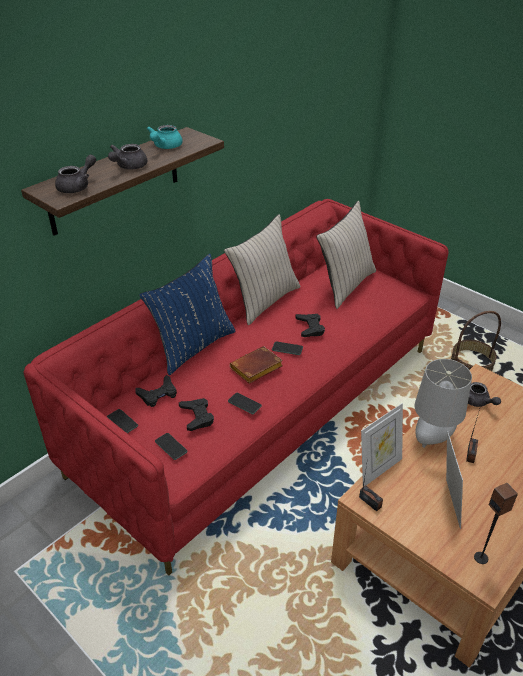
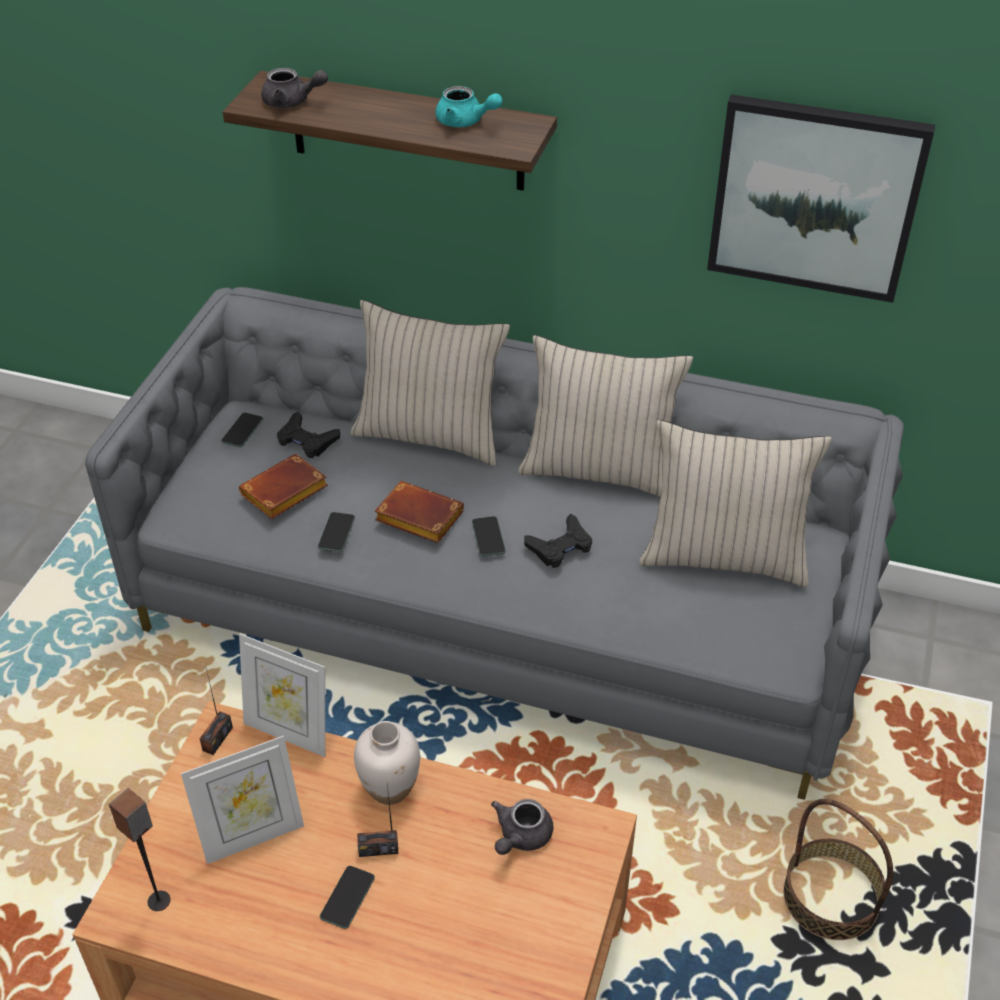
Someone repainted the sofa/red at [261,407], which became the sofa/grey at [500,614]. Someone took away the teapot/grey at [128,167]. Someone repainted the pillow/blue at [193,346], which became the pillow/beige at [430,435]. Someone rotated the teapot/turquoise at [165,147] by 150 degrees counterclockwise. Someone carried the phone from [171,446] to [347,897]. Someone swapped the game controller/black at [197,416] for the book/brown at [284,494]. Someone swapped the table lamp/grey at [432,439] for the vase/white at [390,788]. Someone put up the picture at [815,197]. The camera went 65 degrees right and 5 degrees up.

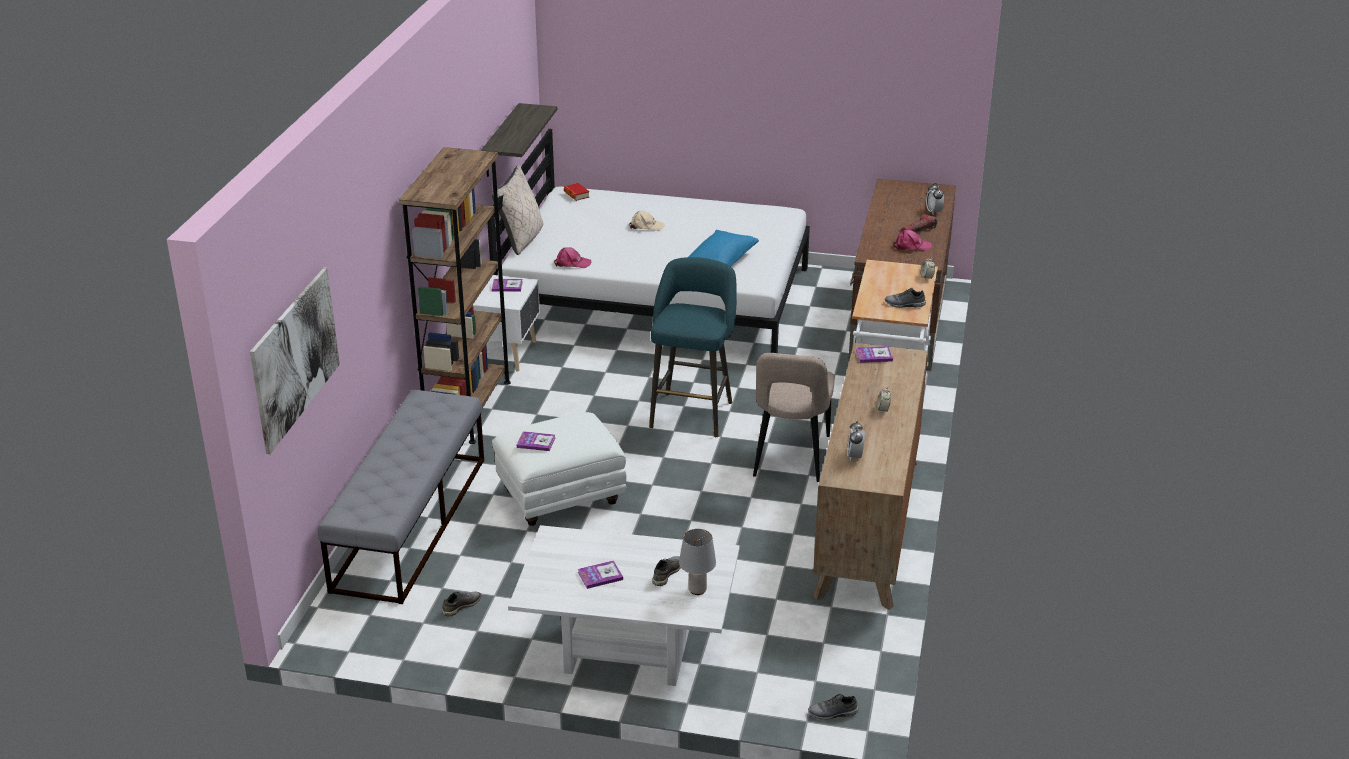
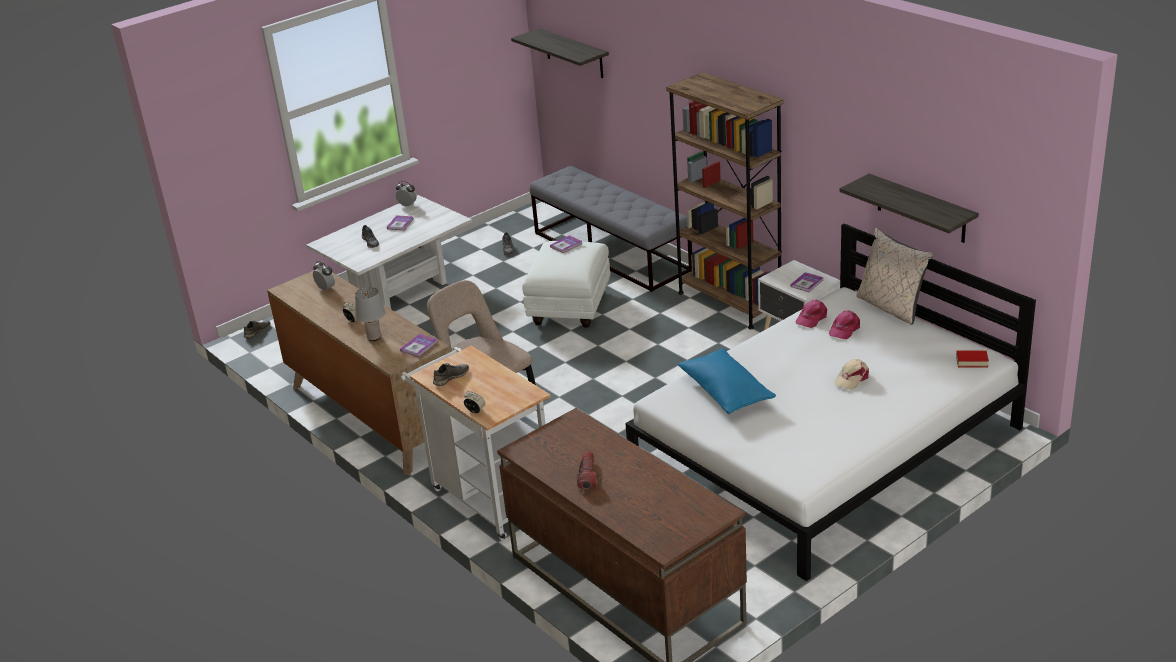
Someone swapped the picture at [295,358] for the shelf at [574,53]. Someone took away the stool/turquoise at [692,412]. Someone carried the table lamp/grey from [697,590] to [374,337]. Someone carried the cap/pink from [911,246] to [844,329]. Someone carried the alarm clock from [934,212] to [407,205]. The camera went 130 degrees right and 0 degrees up.

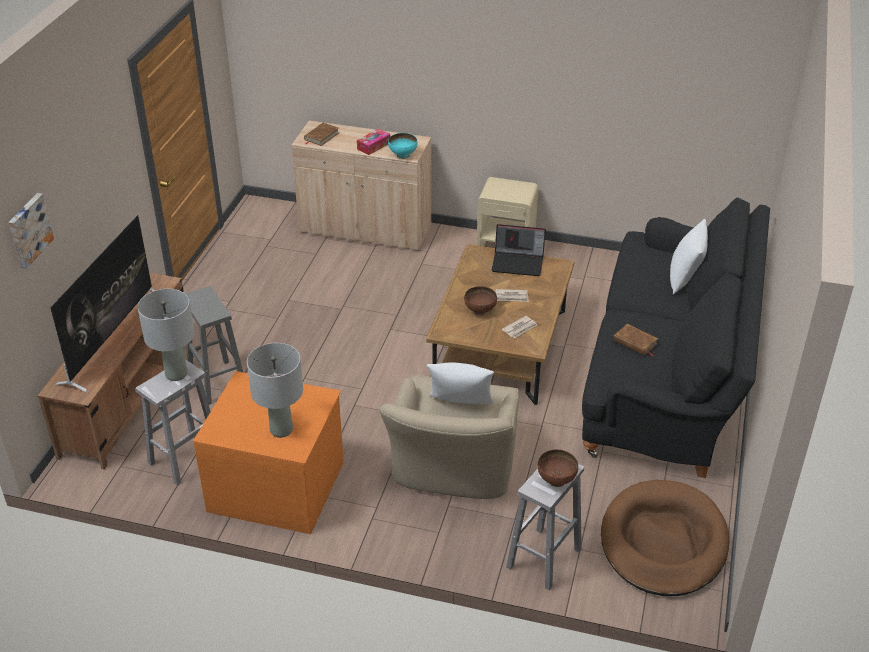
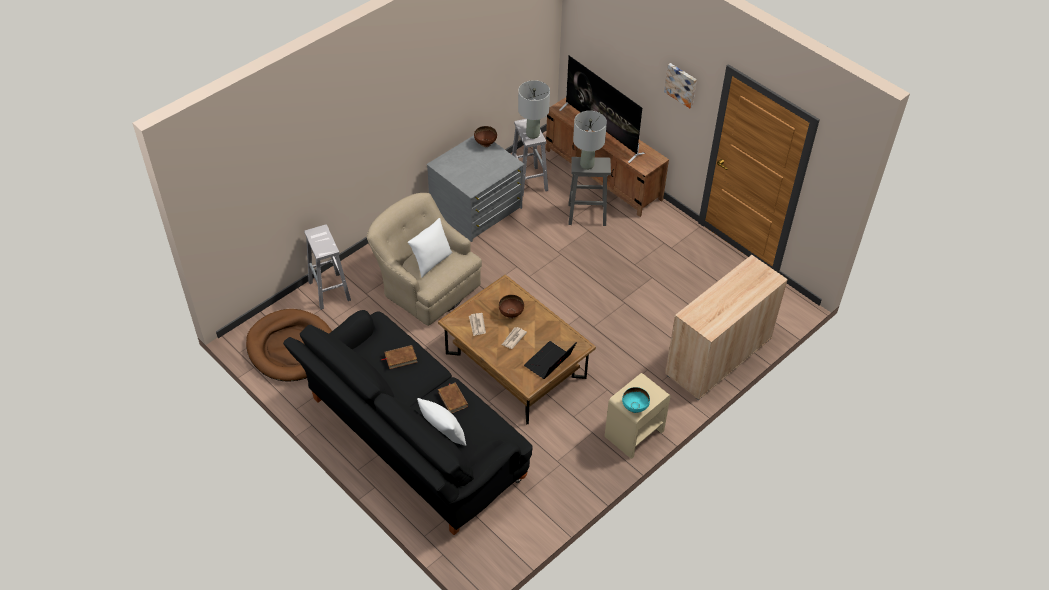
Someone carried the picture from [28,230] to [681,84]. Someone repainted the dresser/orange at [277,485], which became the dresser/grey at [477,209]. Someone carried the table lamp/grey from [281,430] to [587,165]. Someone carried the book/brown from [321,136] to [453,399]. Someone took away the tissue box at [373,146]. Someone carried the bowl/turquoise from [402,155] to [635,407]. Someone carried the bowl/brown from [556,480] to [485,143]. The camera went 120 degrees right and 10 degrees up.

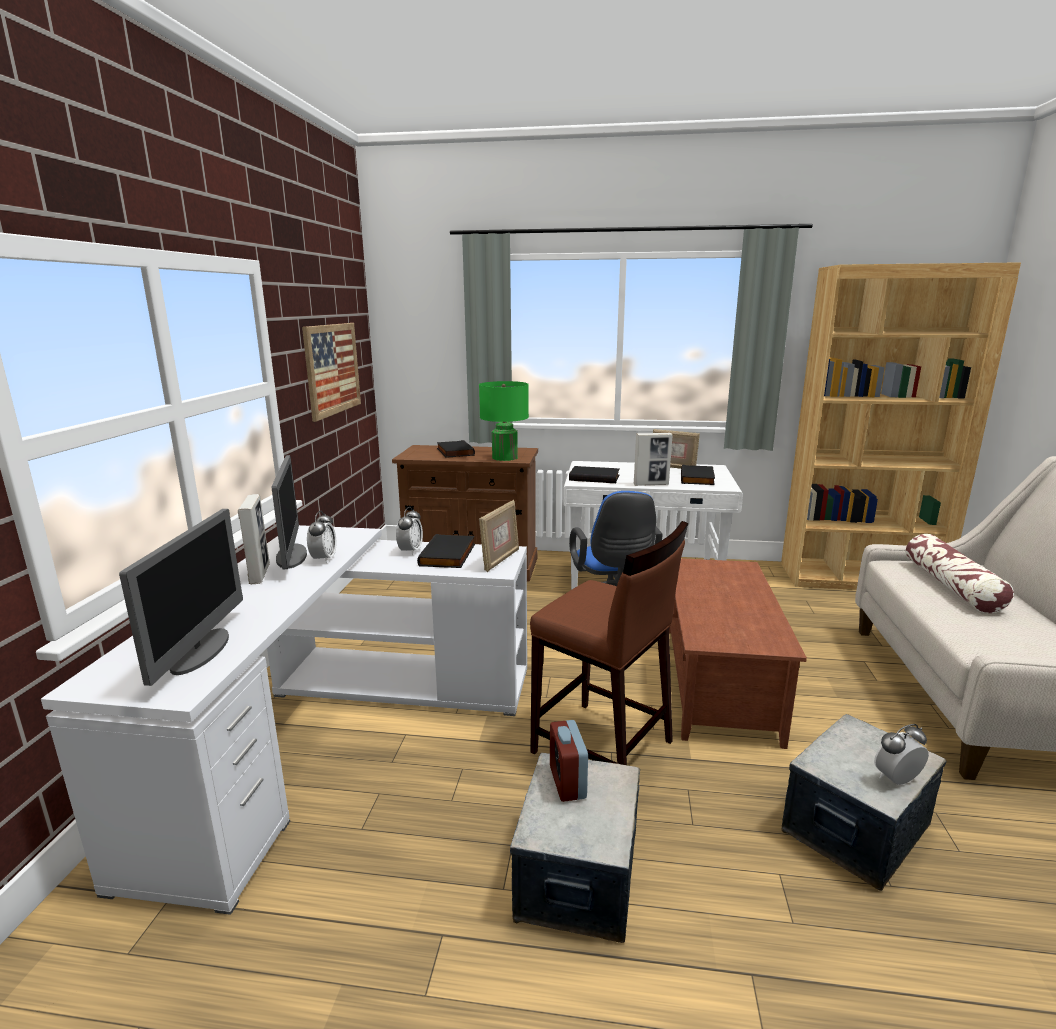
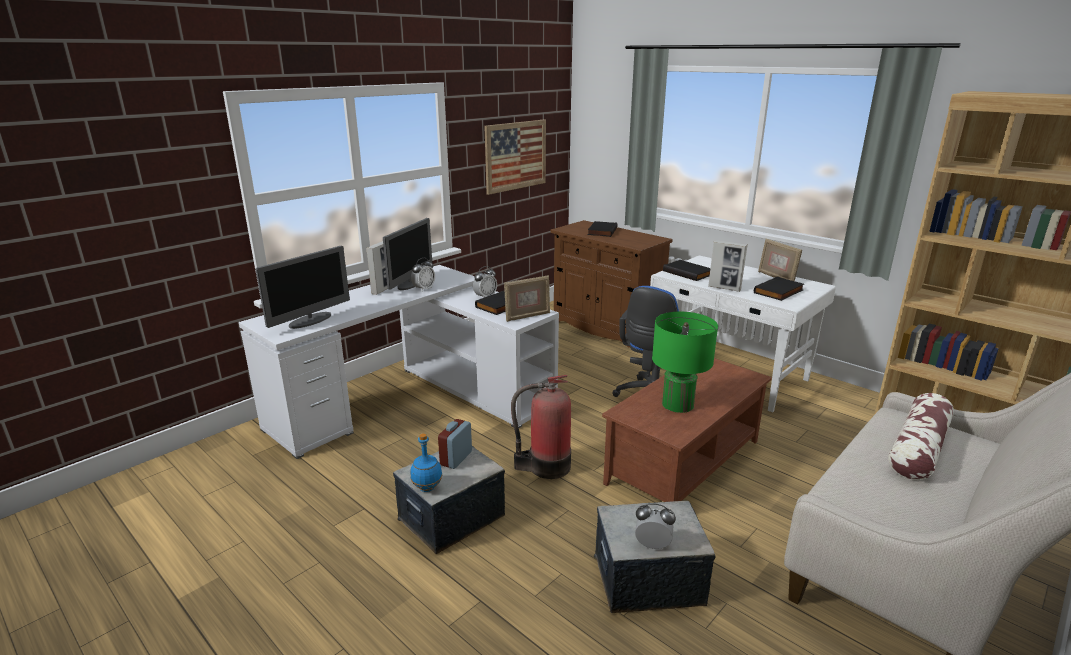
Someone carried the table lamp/green from [505,457] to [678,404]. Someone swapped the stool/brown at [602,748] for the fire extinguisher at [546,467]. Someone put down the bottle/blue at [427,487]. The camera went 35 degrees right and 5 degrees up.

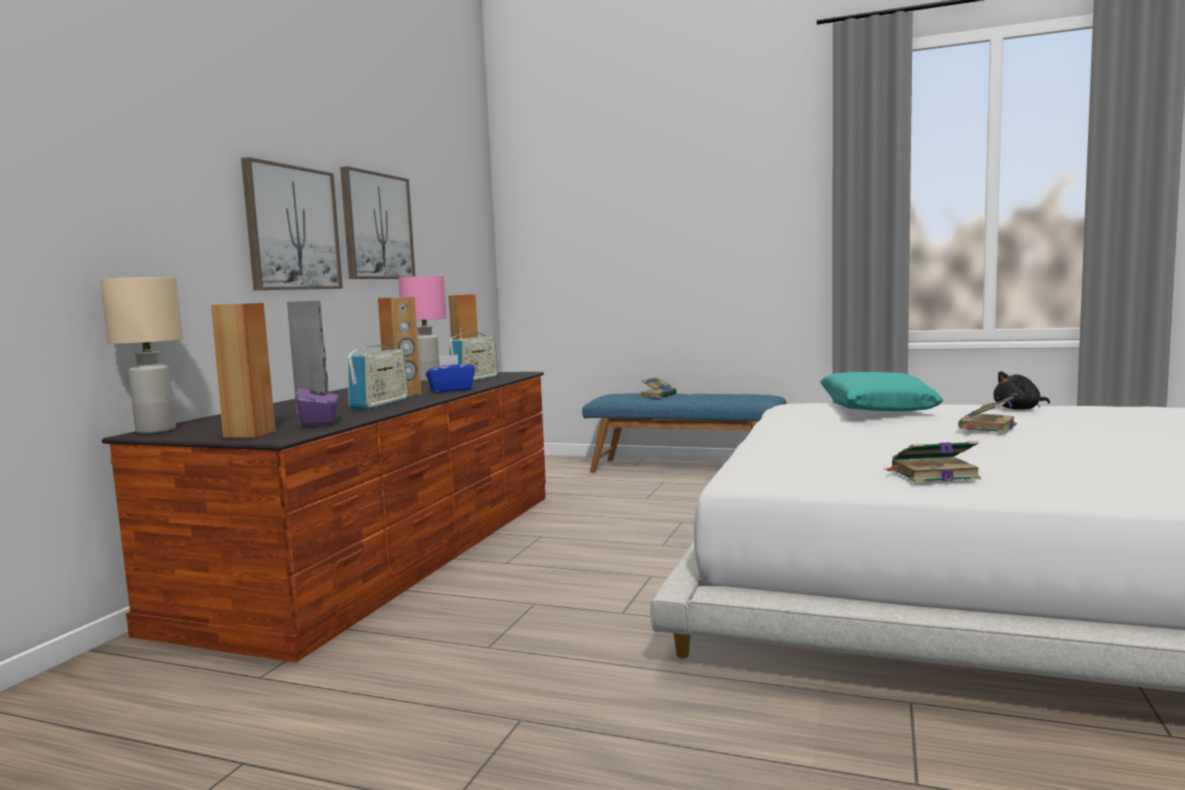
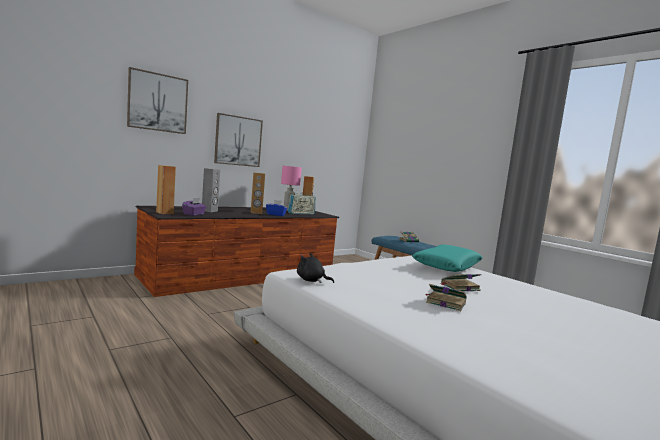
Someone took away the table lamp/beige at [155,430]. Someone carried the picture from [377,226] to [158,102]. Someone took away the radio at [380,404]. Someone carried the book from [932,474] to [445,303]. Someone carried the plush toy/black from [1019,409] to [311,280]. The camera went 30 degrees right and 0 degrees up.

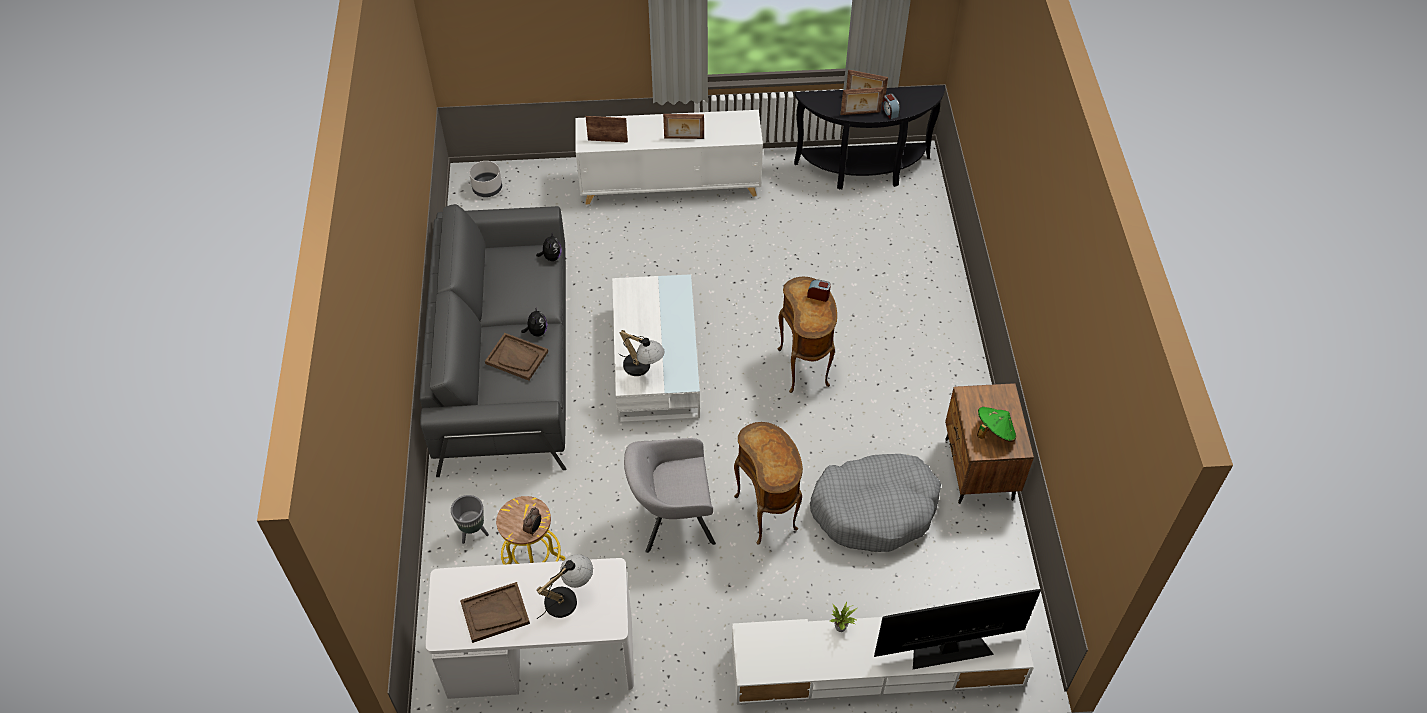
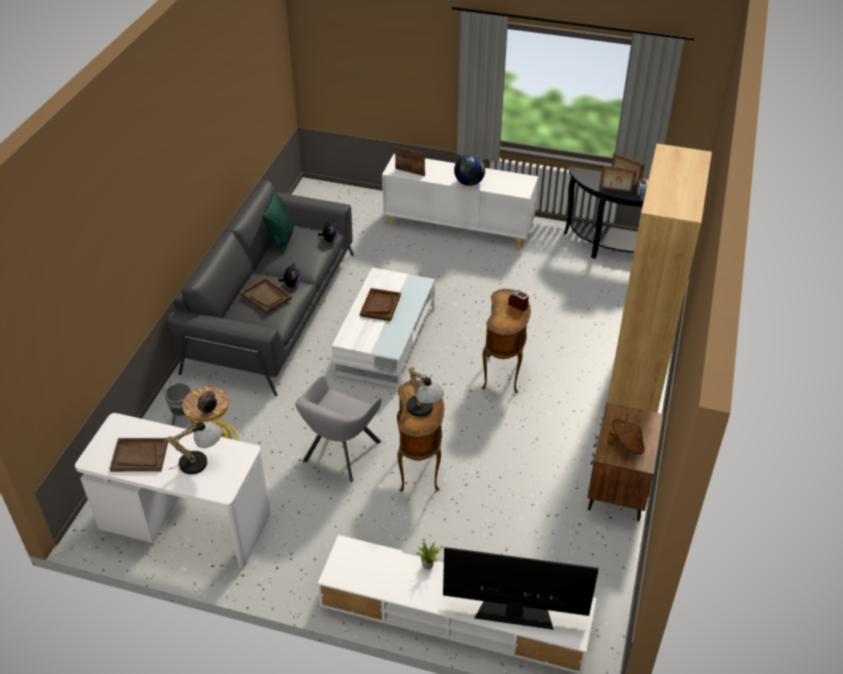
Someone took away the planter/grey at [488,188]. Someone carried the table lamp from [643,369] to [424,411]. Someone rotated the armchair/grey at [672,520] by 75 degrees counterclockwise. Someone swapped the picture frame at [684,138] for the globe at [469,182]. Someone took away the dog bed/grey at [875,509]. Someone repainted the hat/green at [994,432], which became the hat/brown at [626,445]. Someone put down the pillow/green at [282,239]. Someone put down the tray/brown at [380,305]. Someone put down the bookcase/brown at [638,375]. The camera went 20 degrees right and 10 degrees down.

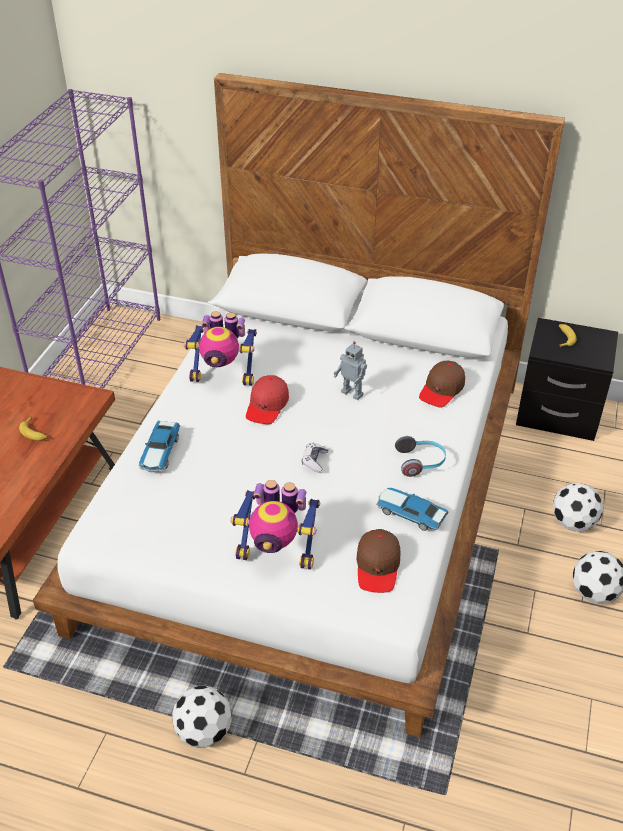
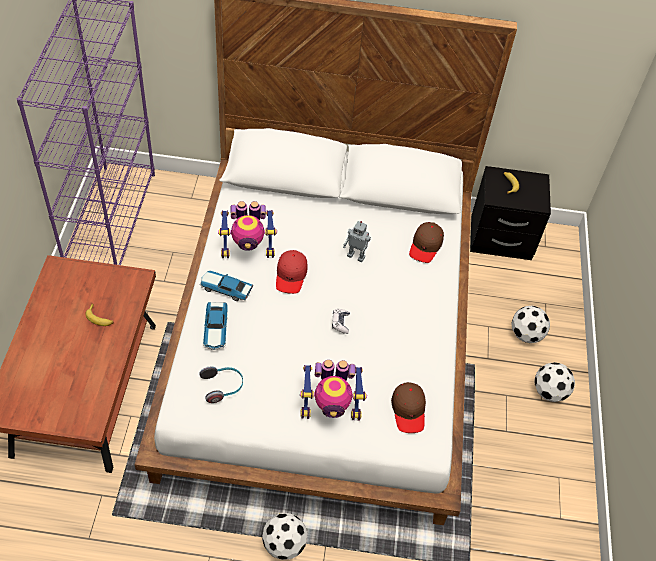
Someone carried the toy car from [409,513] to [225,288]. Someone carried the headphones from [420,462] to [222,387]. The camera went 15 degrees left and 10 degrees up.

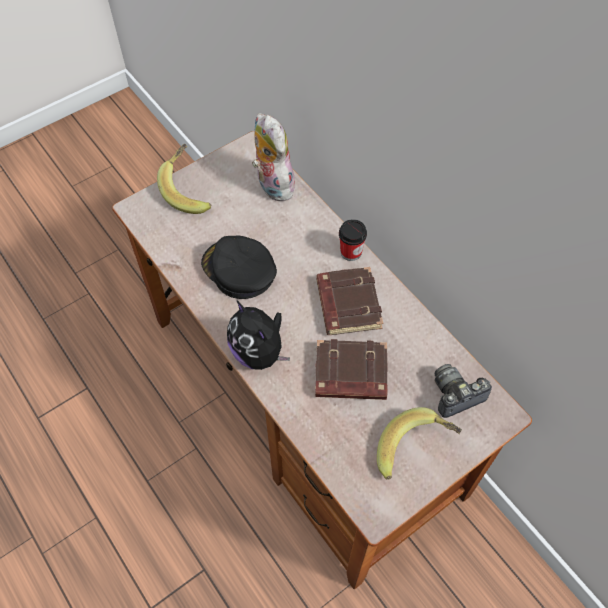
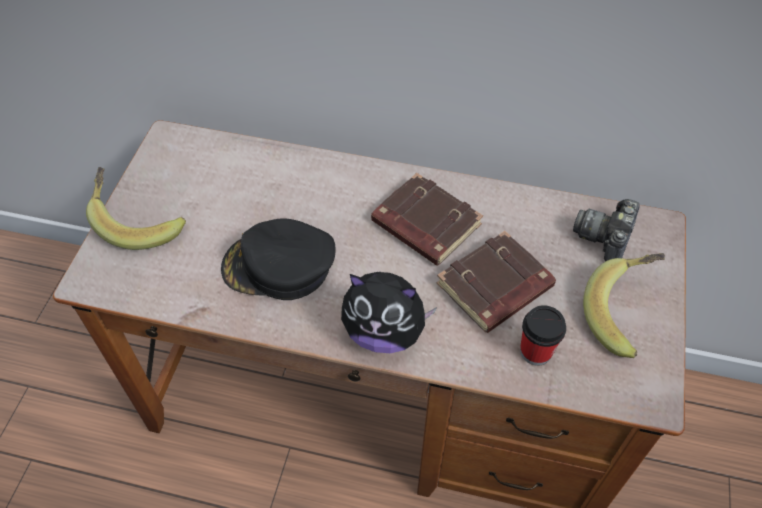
Someone took away the plush toy at [272,185]. Someone carried the cup from [351,252] to [535,351]. The camera went 40 degrees left and 5 degrees down.

